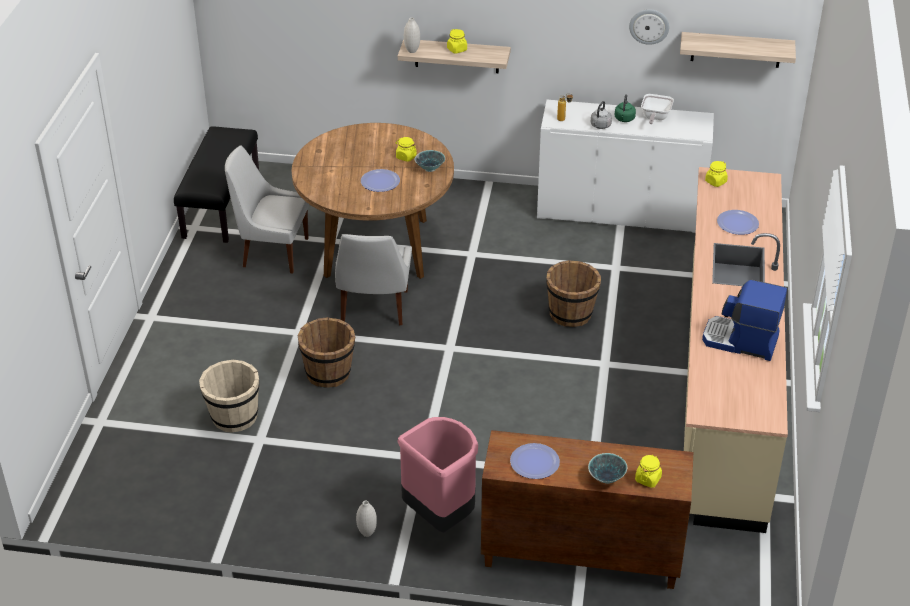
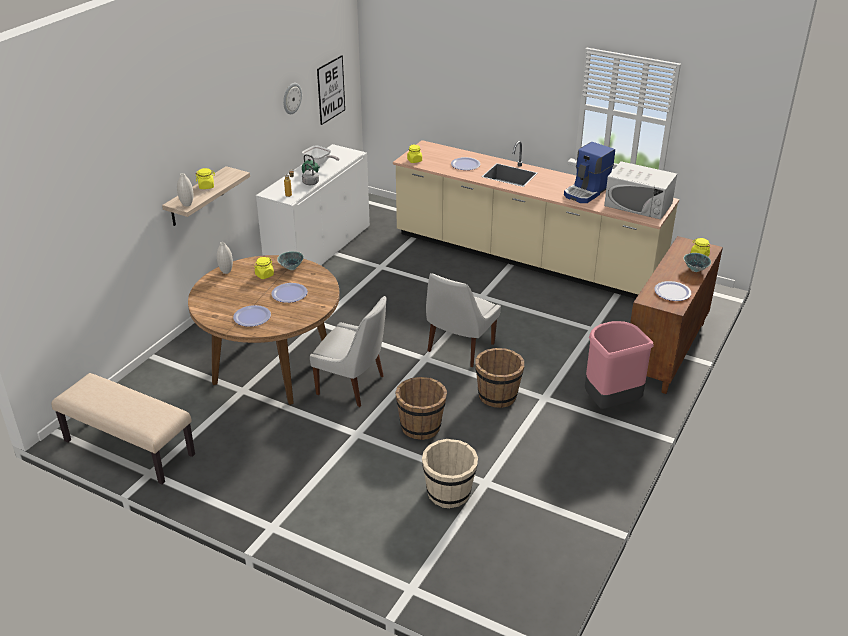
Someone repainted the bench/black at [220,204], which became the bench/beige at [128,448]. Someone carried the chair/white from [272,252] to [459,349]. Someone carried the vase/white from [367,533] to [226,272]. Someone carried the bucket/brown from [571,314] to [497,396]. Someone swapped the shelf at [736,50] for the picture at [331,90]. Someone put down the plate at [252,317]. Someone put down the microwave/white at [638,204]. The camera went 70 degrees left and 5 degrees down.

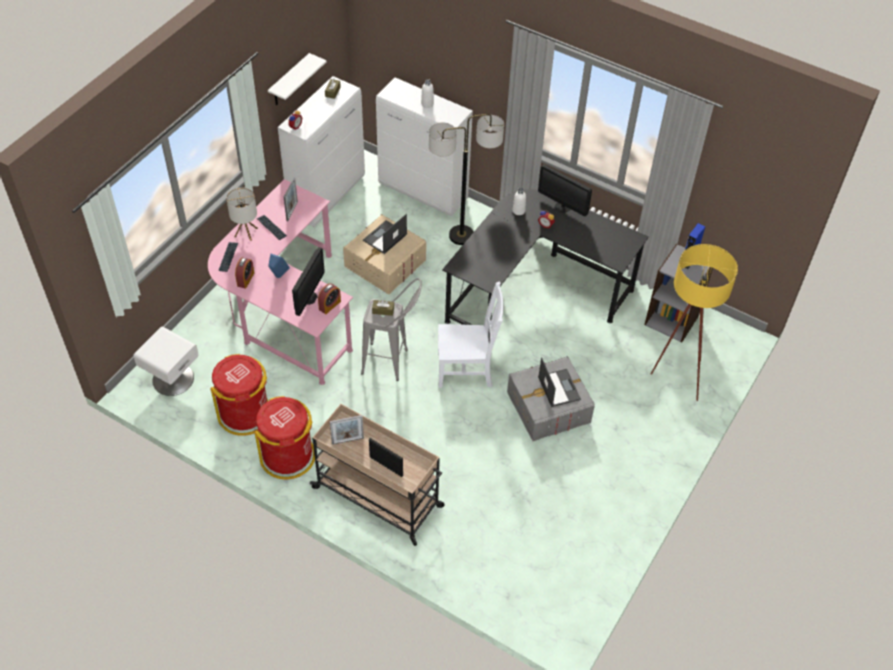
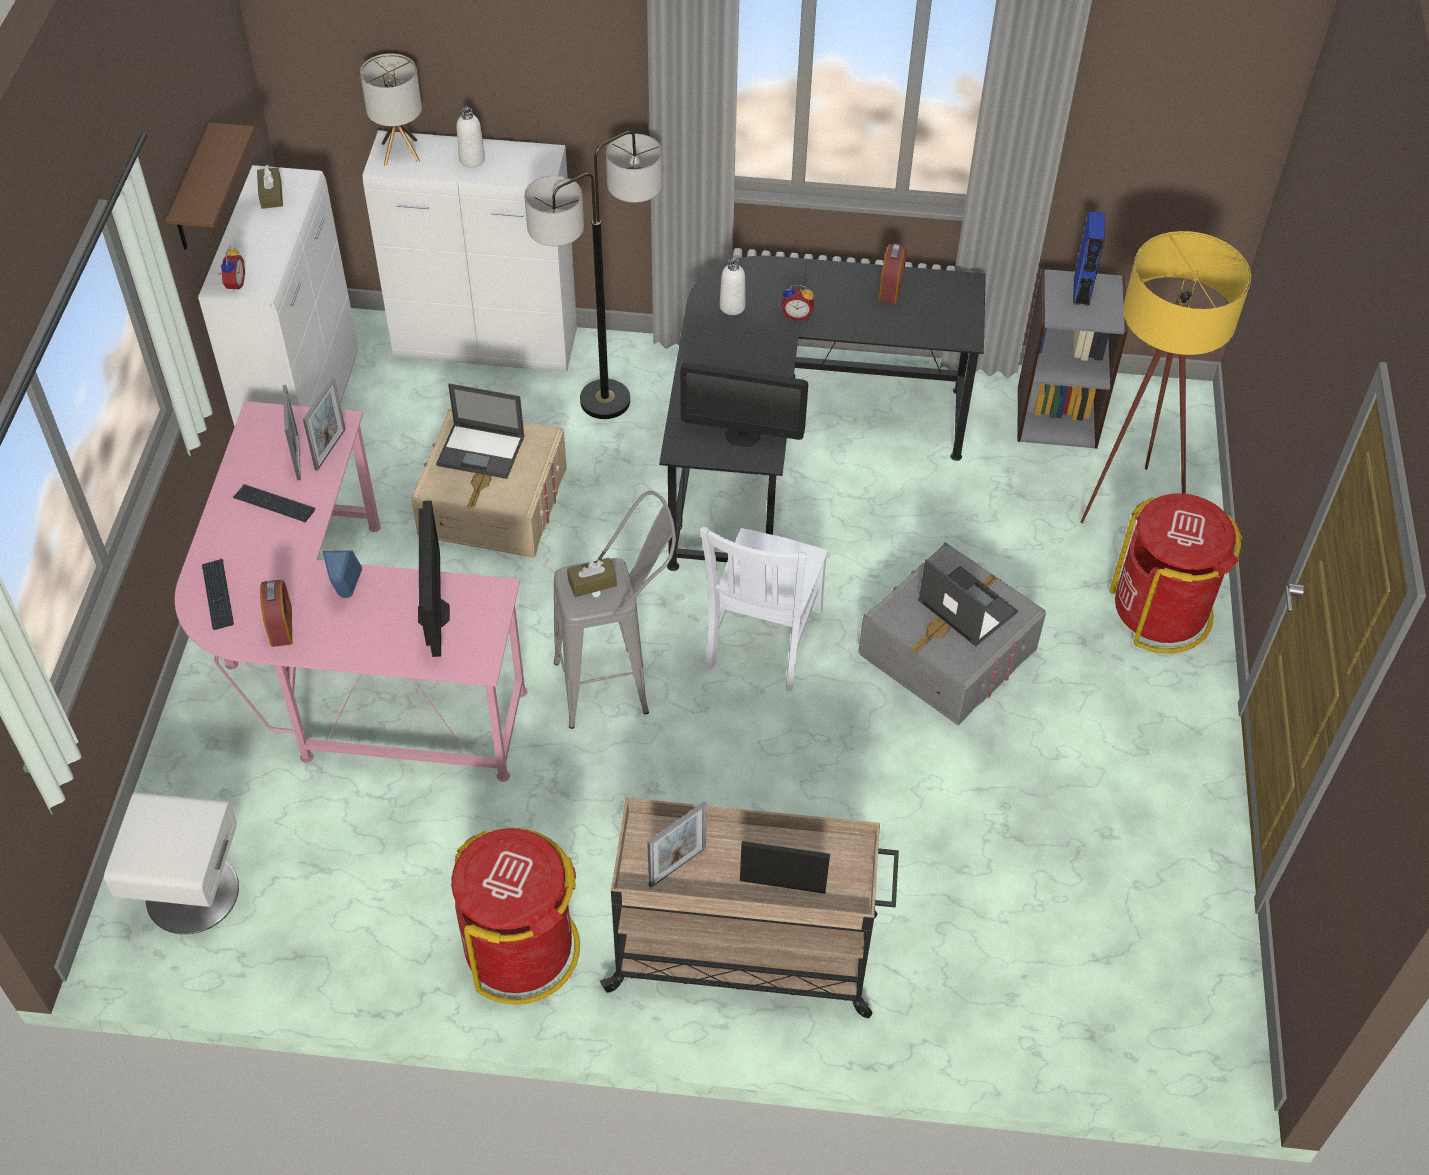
Someone carried the trash can/red from [245,413] to [1161,611]. Someone carried the table lamp from [246,232] to [401,152]. Someone repainted the shelf/white at [289,81], which became the shelf/brown at [193,192]. Someone carried the alarm clock from [330,305] to [891,288]. Someone rotated the laptop at [384,238] by 90 degrees counterclockwise. Someone rotated the chair/white at [467,370] by 135 degrees clockwise. Someone carried the monitor from [563,206] to [742,435]. Someone put down the picture frame at [330,449]. The camera went 25 degrees left and 0 degrees up.

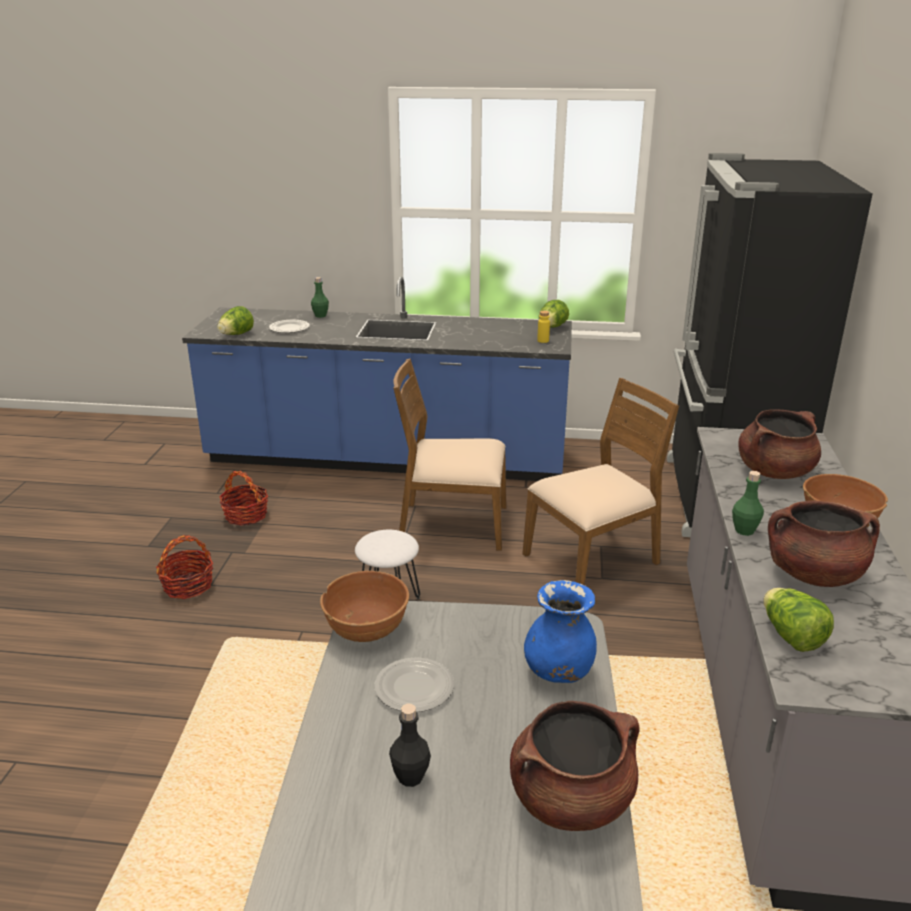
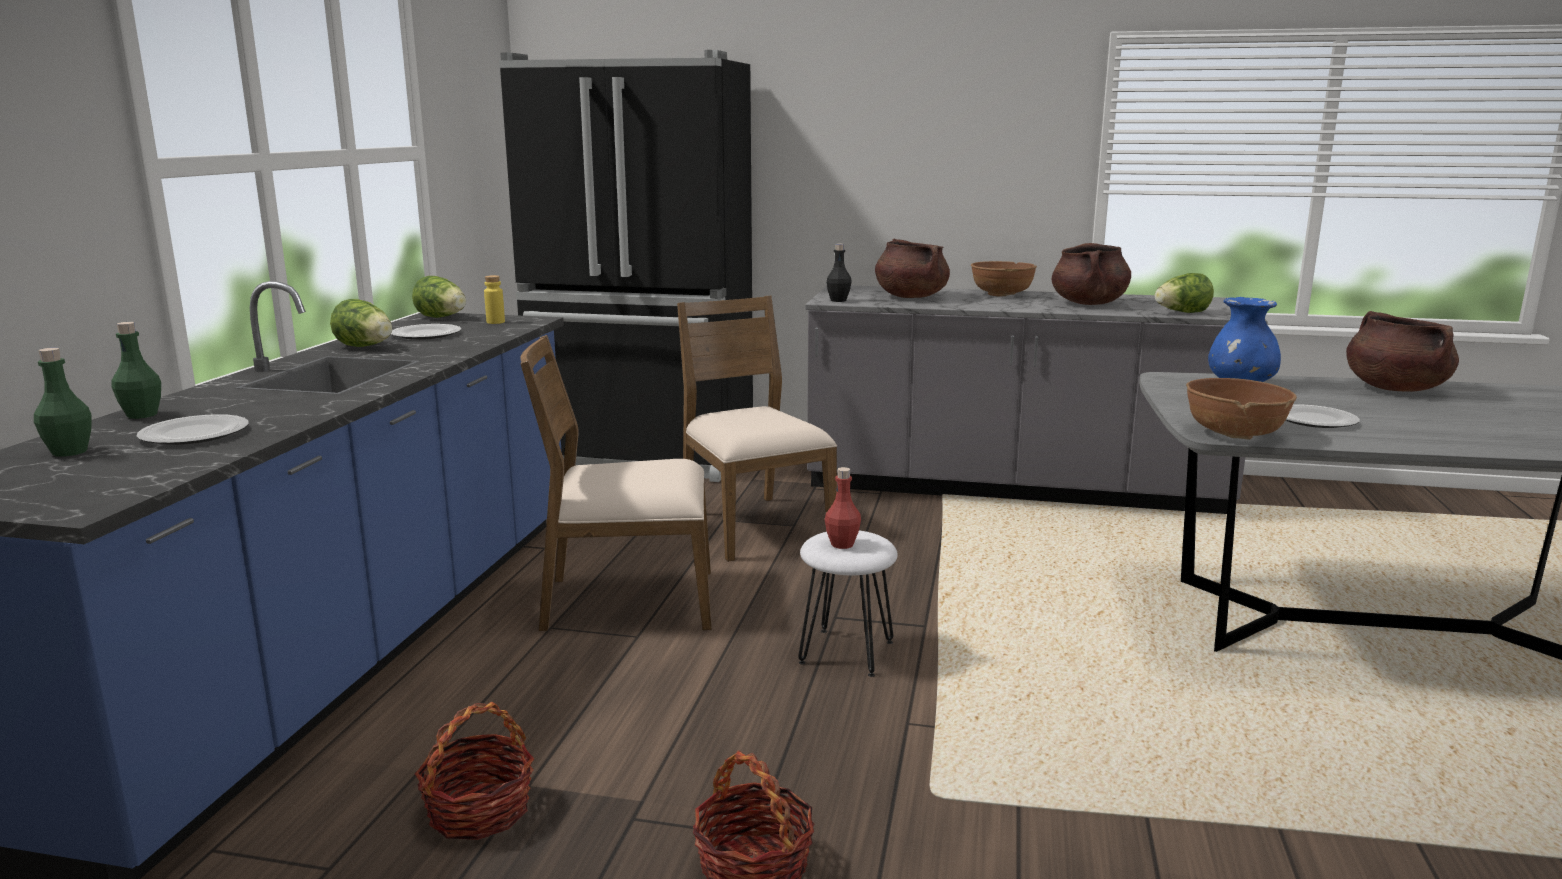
Someone carried the lettuce from [236,335] to [366,347]. Someone carried the bottle/black from [410,777] to [838,300]. Someone rotated the chair/brown at [452,524] by 75 degrees clockwise. Someone carried the bottle/green from [744,530] to [69,452]. Someone put down the plate at [425,335]. Someone put down the bottle/red at [842,544]. The camera went 85 degrees left and 10 degrees down.

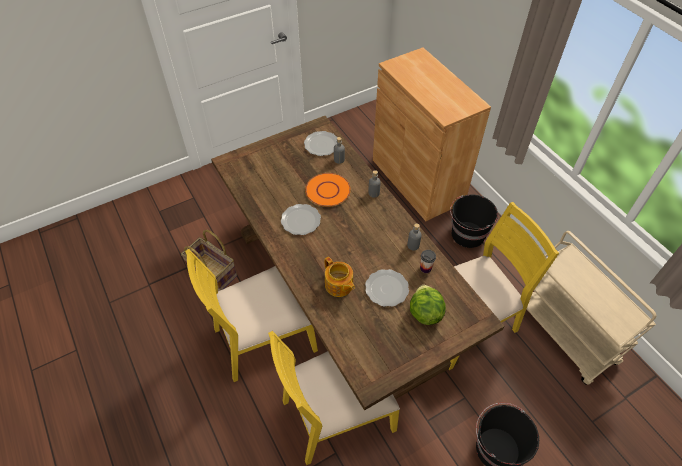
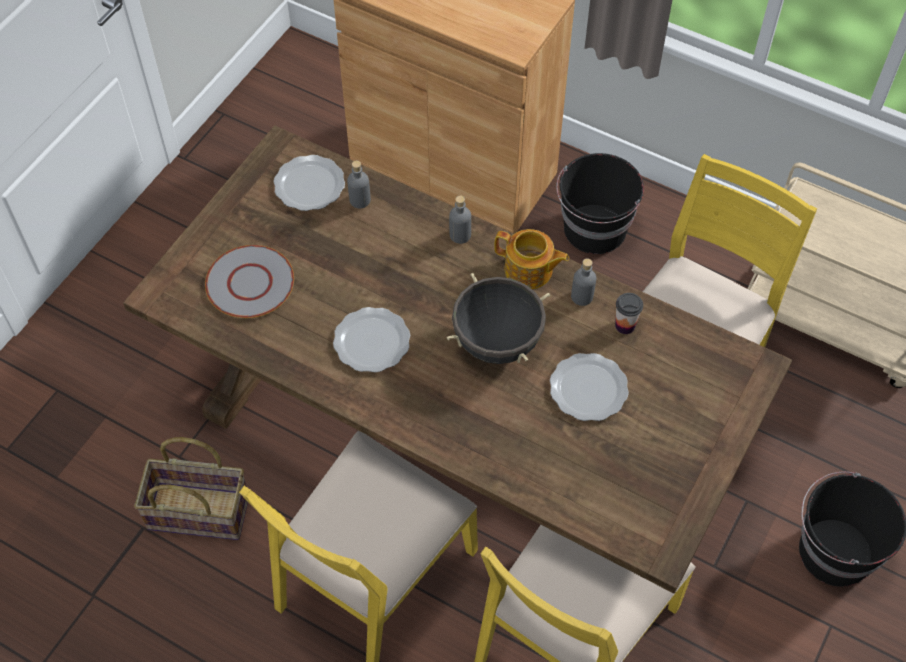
Someone took away the plate/orange at [328,190]. Someone carried the teapot from [339,285] to [529,270]. Someone took away the lettuce at [425,313]. Someone put down the plate/grey at [250,282]. Someone put down the cooking pot/black at [497,342]. The camera went 30 degrees left and 5 degrees up.

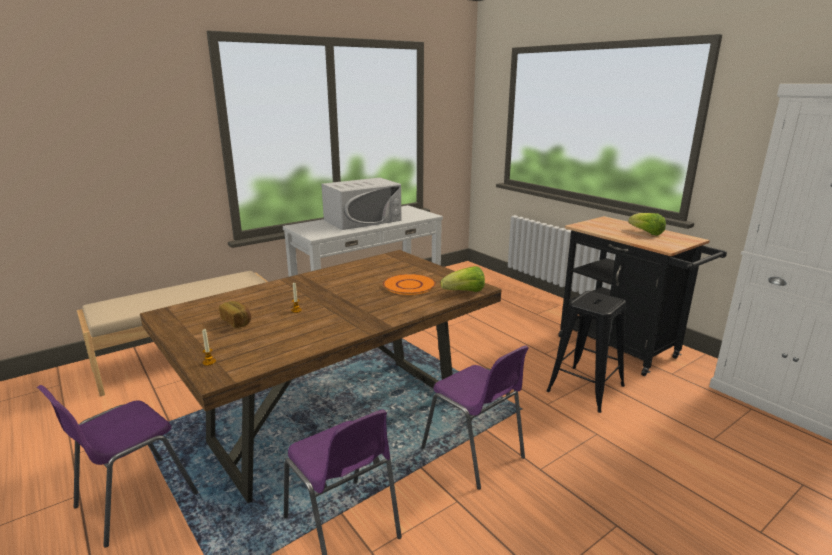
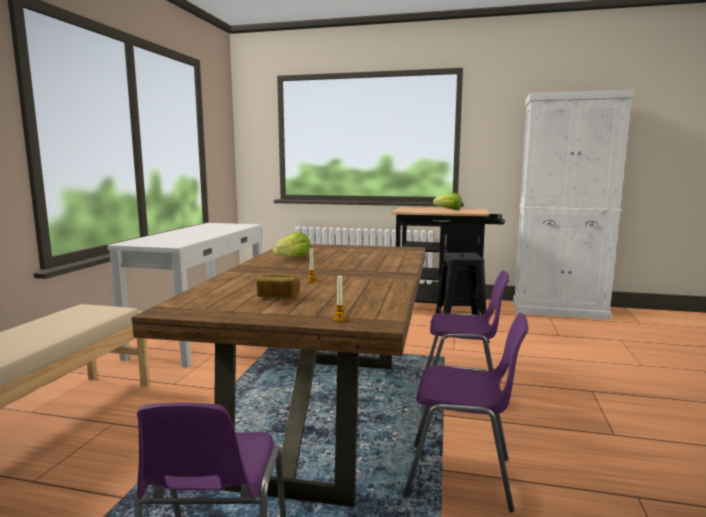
Someone took away the microwave/white at [362,220]. Someone took away the plate/orange at [409,285]. Someone carried the lettuce from [464,292] to [292,258]. The camera went 40 degrees left and 10 degrees down.

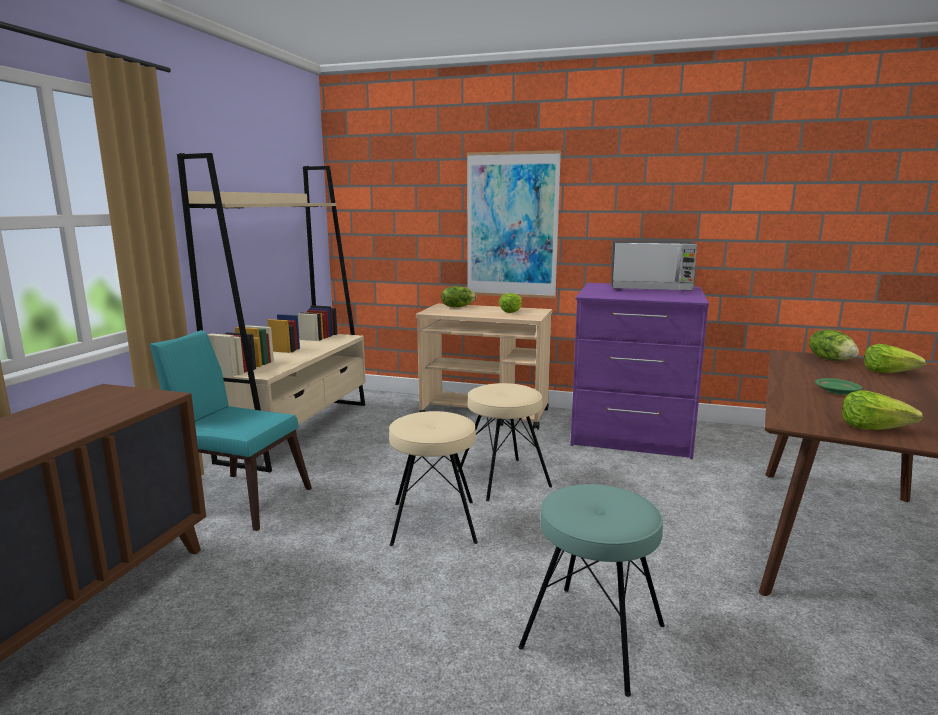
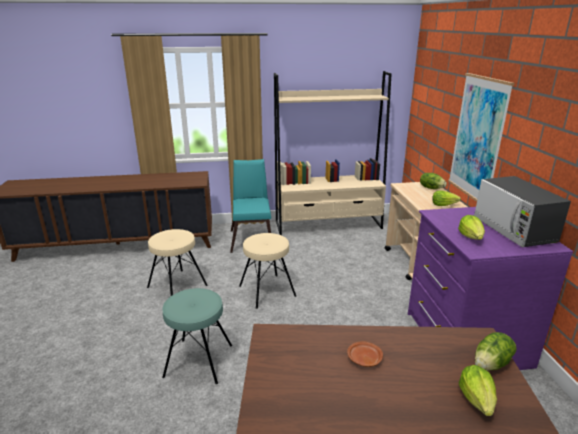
Someone carried the stool/beige from [503,479] to [177,286]. Someone repainted the plate/green at [837,392], which became the plate/brown at [364,359]. Someone carried the lettuce from [873,428] to [471,237]. The camera went 65 degrees right and 10 degrees up.

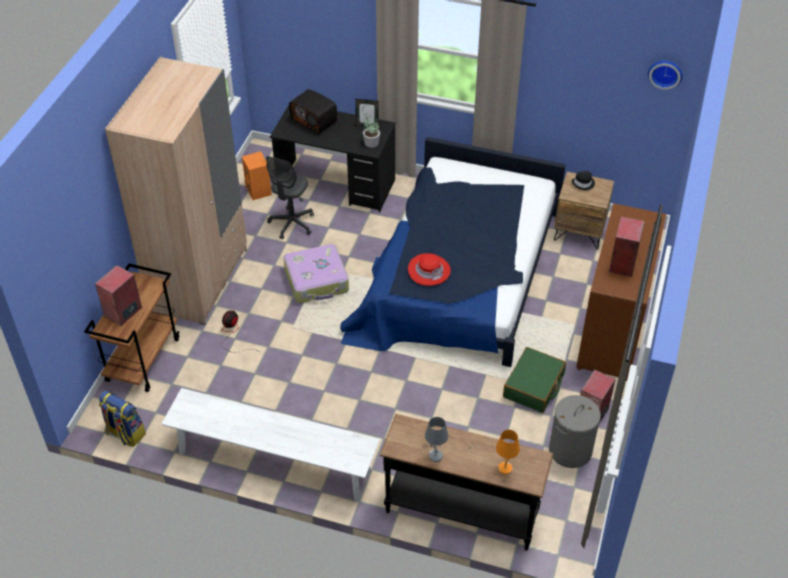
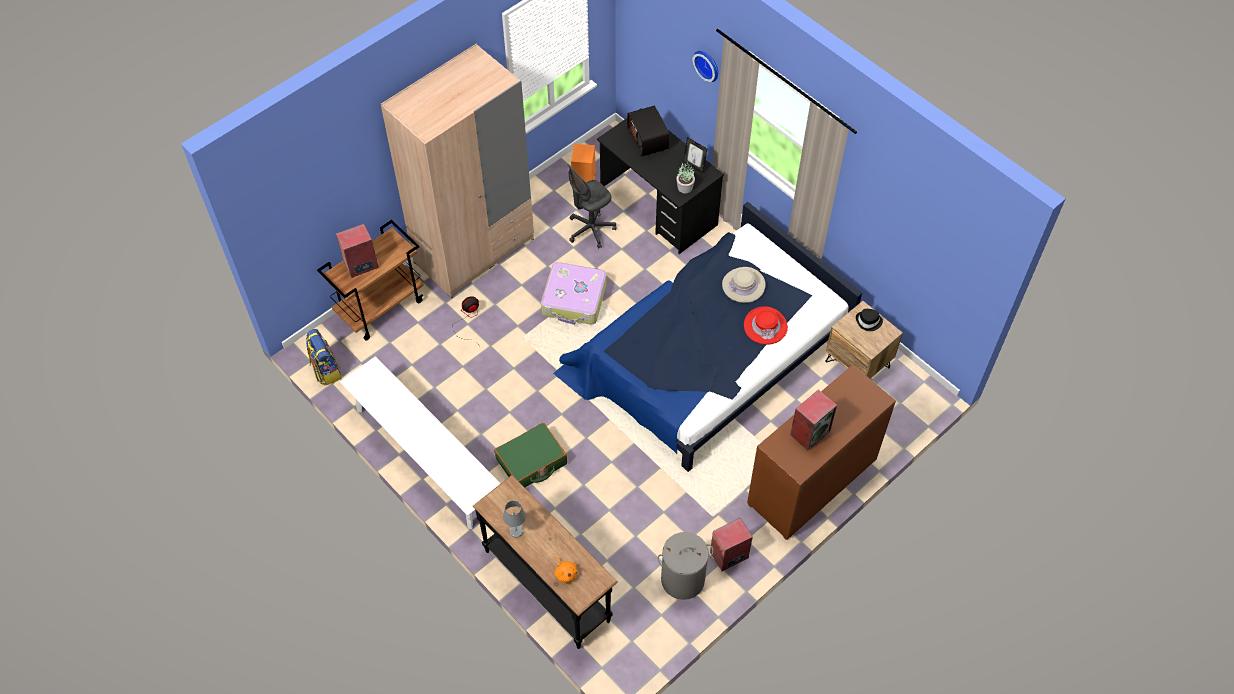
Someone carried the hat/red from [429,270] to [765,326]. Someone swapped the table lamp/orange at [505,468] for the plush toy/orange at [565,573]. Someone carried the suitcase/green from [534,386] to [531,462]. Someone carried the wall clock from [665,73] to [708,64]. Someone put down the hat/beige at [743,285]. The camera went 30 degrees right and 10 degrees up.

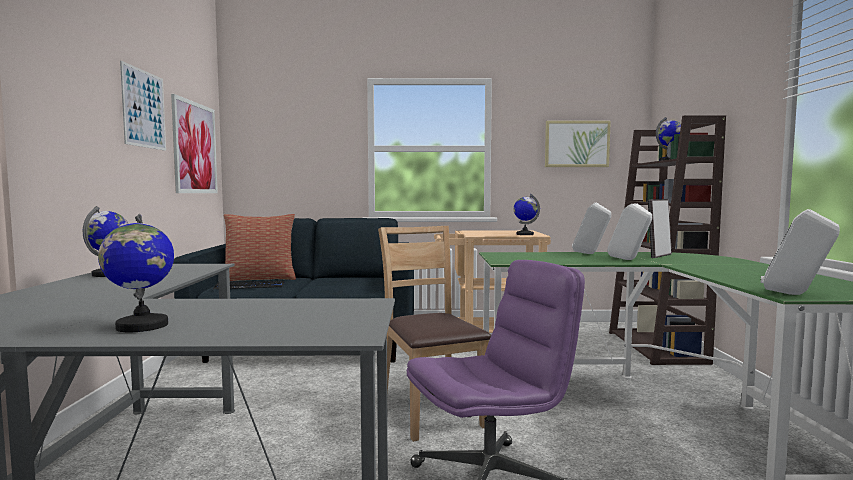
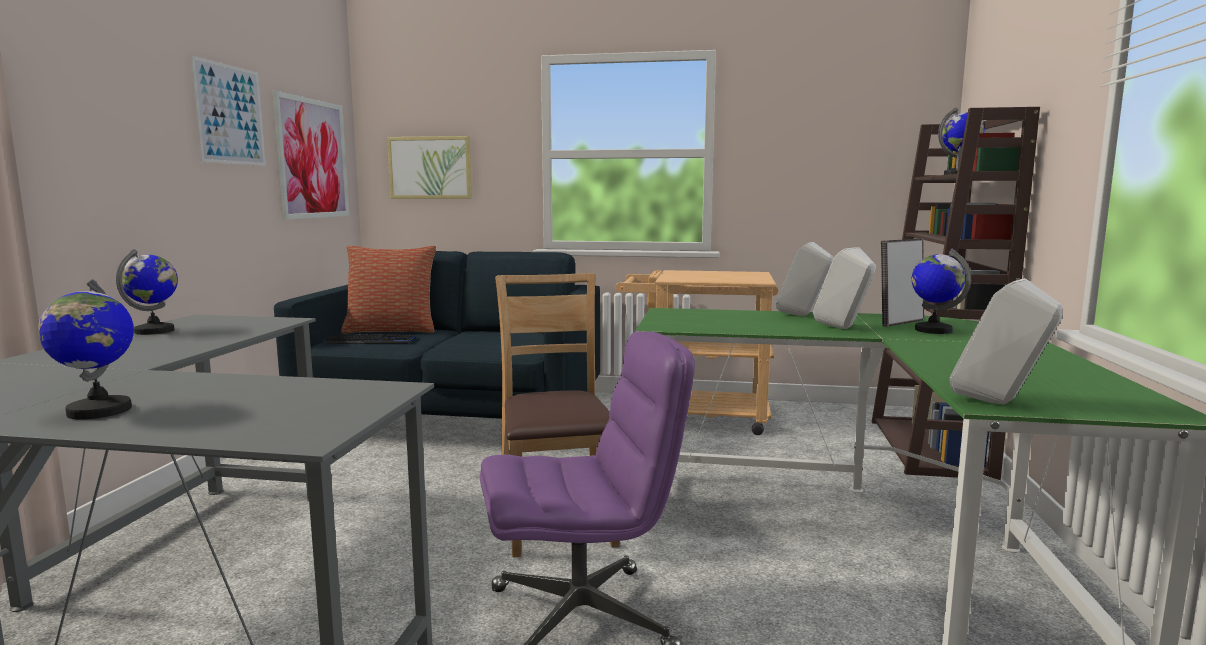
Someone carried the globe from [524,234] to [933,330]. Someone carried the picture from [576,144] to [430,168]. The camera went 10 degrees right and 5 degrees up.

